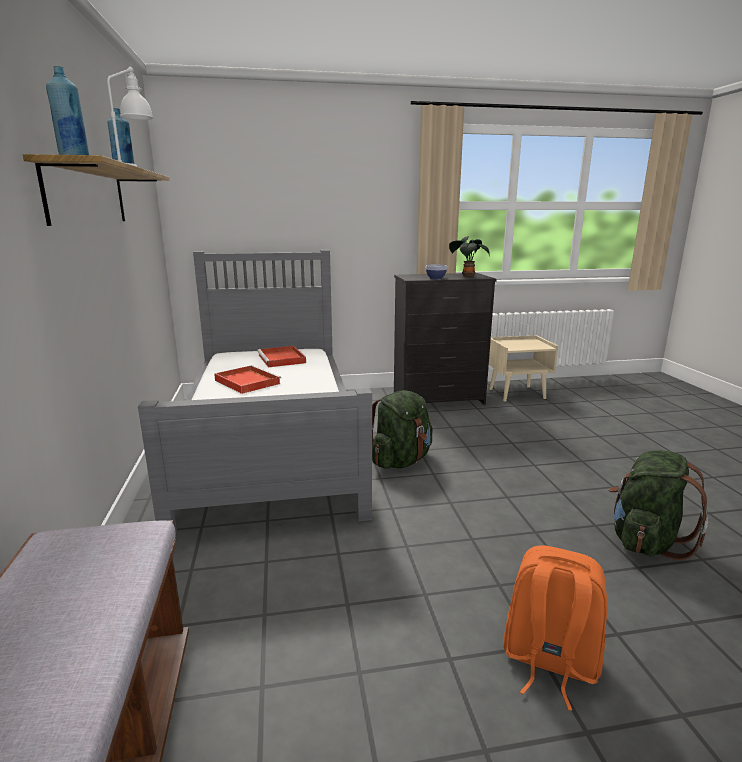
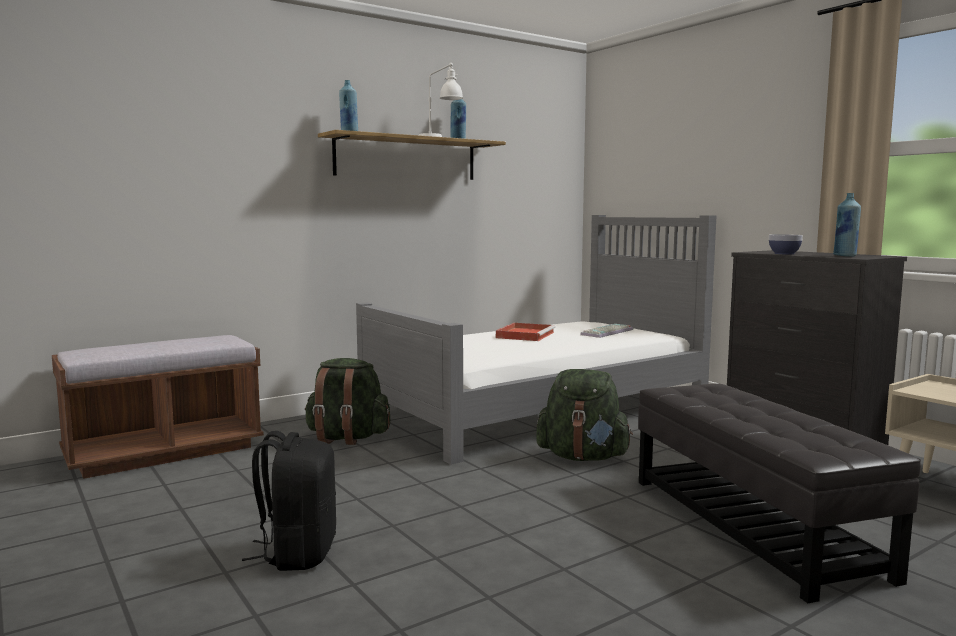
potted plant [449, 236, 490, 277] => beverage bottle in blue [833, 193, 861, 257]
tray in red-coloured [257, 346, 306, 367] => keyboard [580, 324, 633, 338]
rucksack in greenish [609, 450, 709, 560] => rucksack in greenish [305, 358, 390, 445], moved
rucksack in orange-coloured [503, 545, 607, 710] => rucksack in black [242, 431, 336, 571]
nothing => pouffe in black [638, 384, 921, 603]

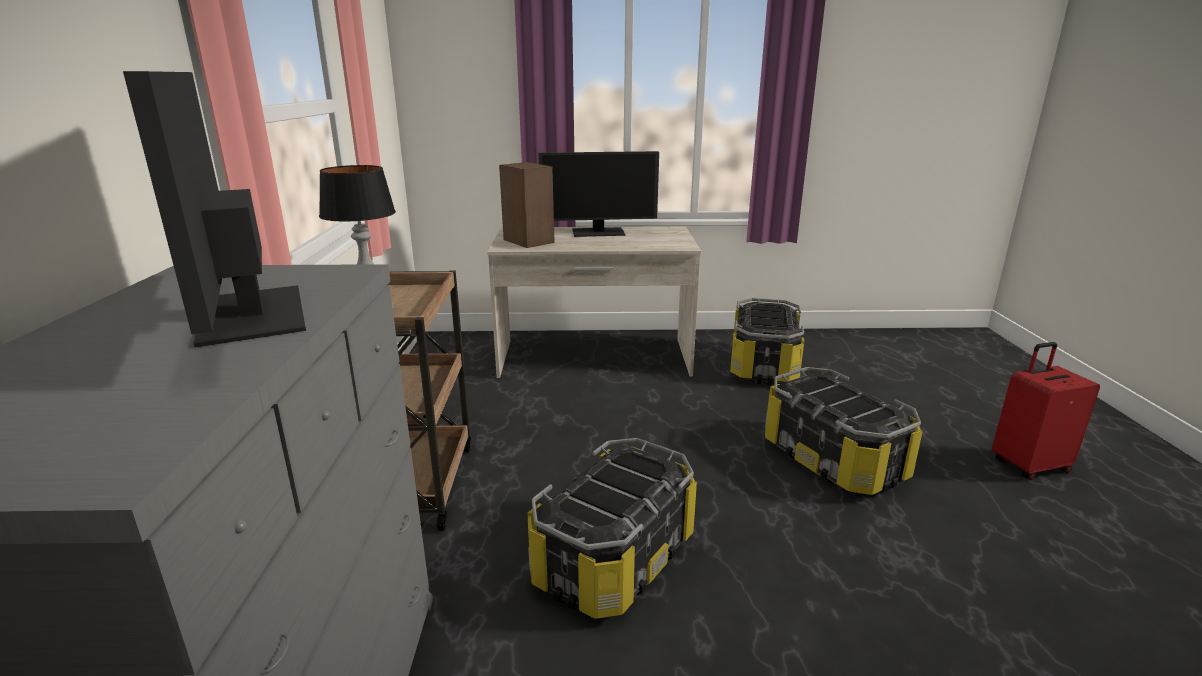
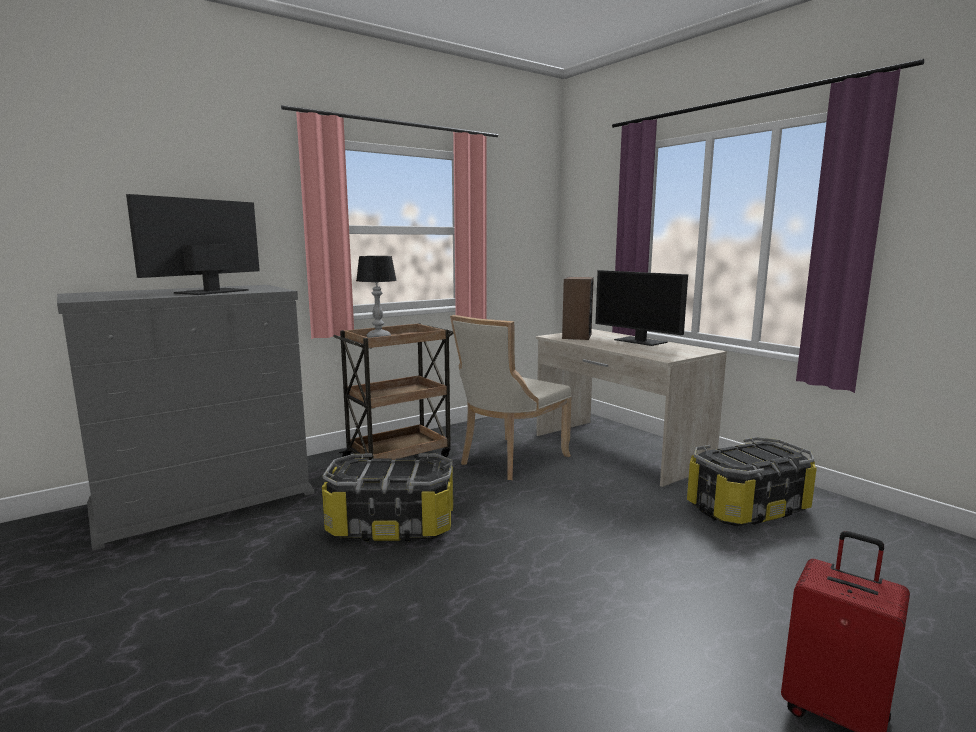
storage bin [765, 367, 923, 495] => nothing
nothing => plain chair in beige-coloured [450, 315, 572, 480]

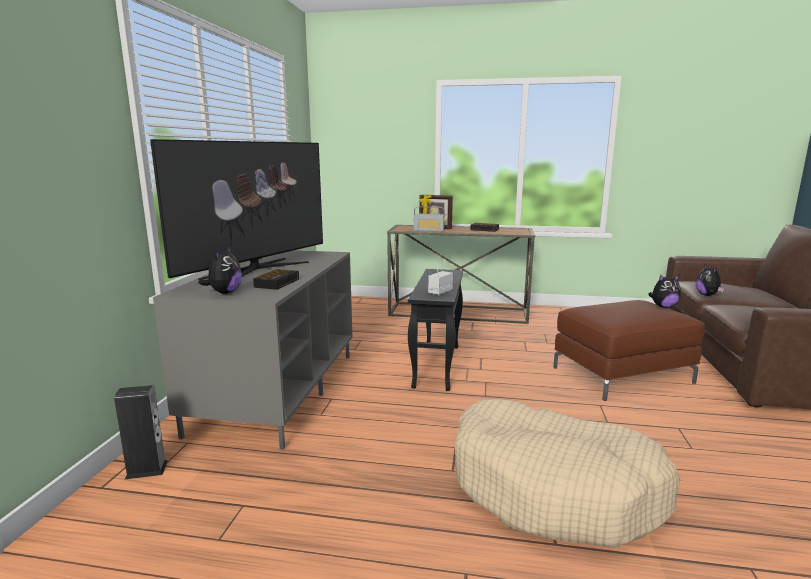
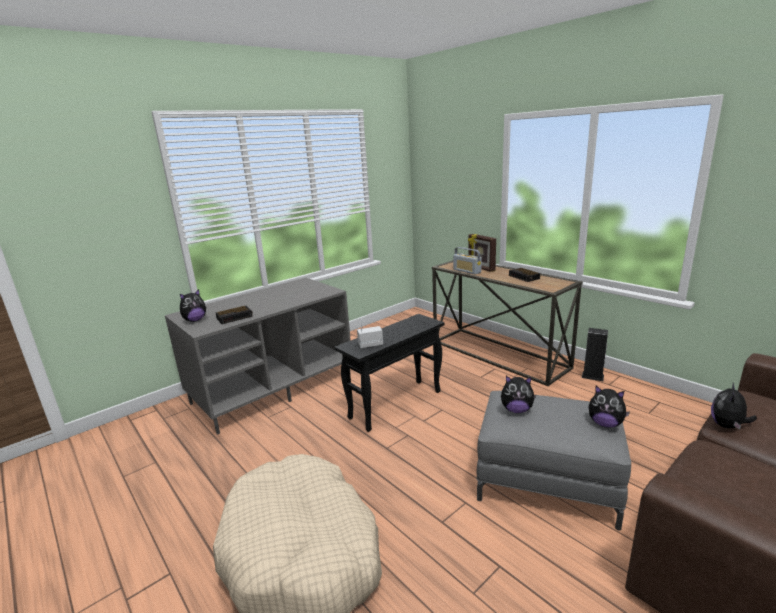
television [150, 139, 323, 280] => nothing
pouffe in brown-coloured [553, 300, 705, 401] => pouffe in gray [476, 391, 631, 531]
loudspeaker [114, 385, 168, 479] => loudspeaker [582, 328, 608, 381], moved
nothing => cuddly toy [501, 376, 536, 413]

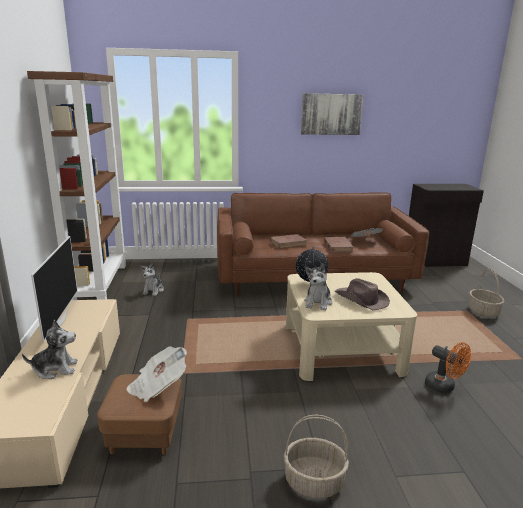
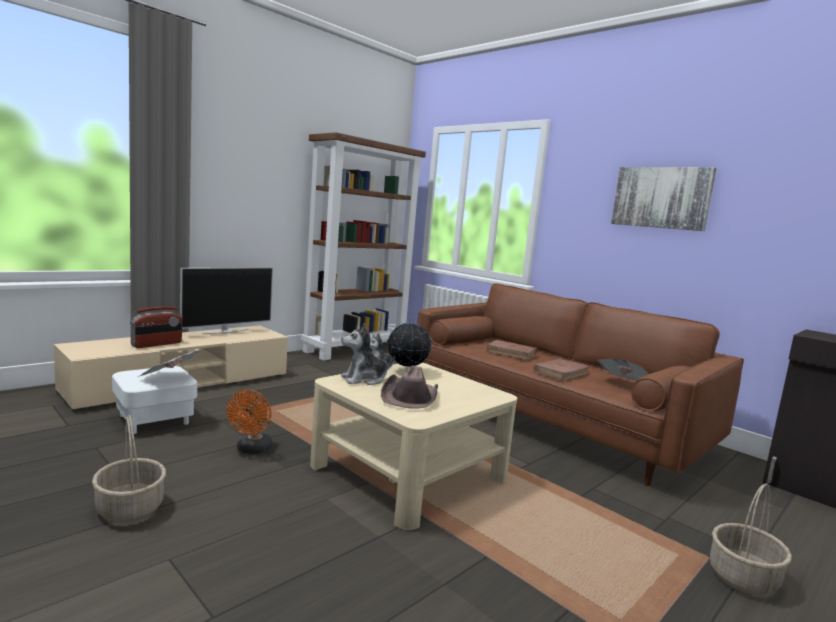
cuddly toy [22, 320, 78, 379] => radio set [130, 306, 182, 348]
cooling fan in orange-coloured [425, 342, 471, 393] => cooling fan in orange-coloured [226, 390, 273, 454], moved
pouffe in brown-coloured [97, 374, 182, 455] => pouffe in white [112, 366, 197, 434]

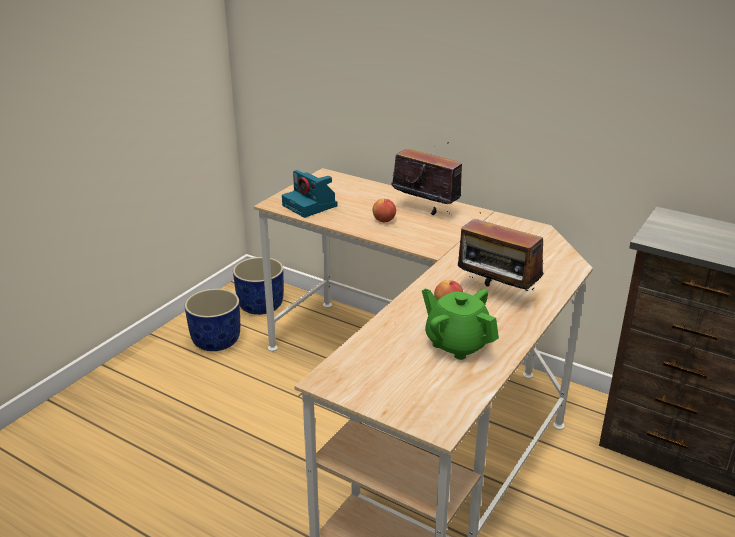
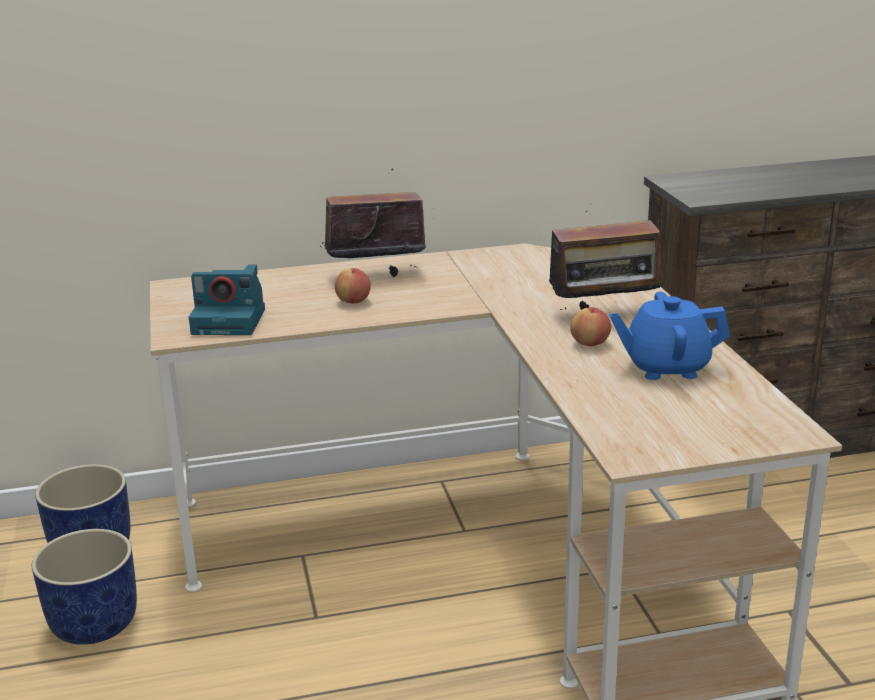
pot for tea in greenish [422, 288, 499, 360] => pot for tea in blue [609, 291, 730, 380]

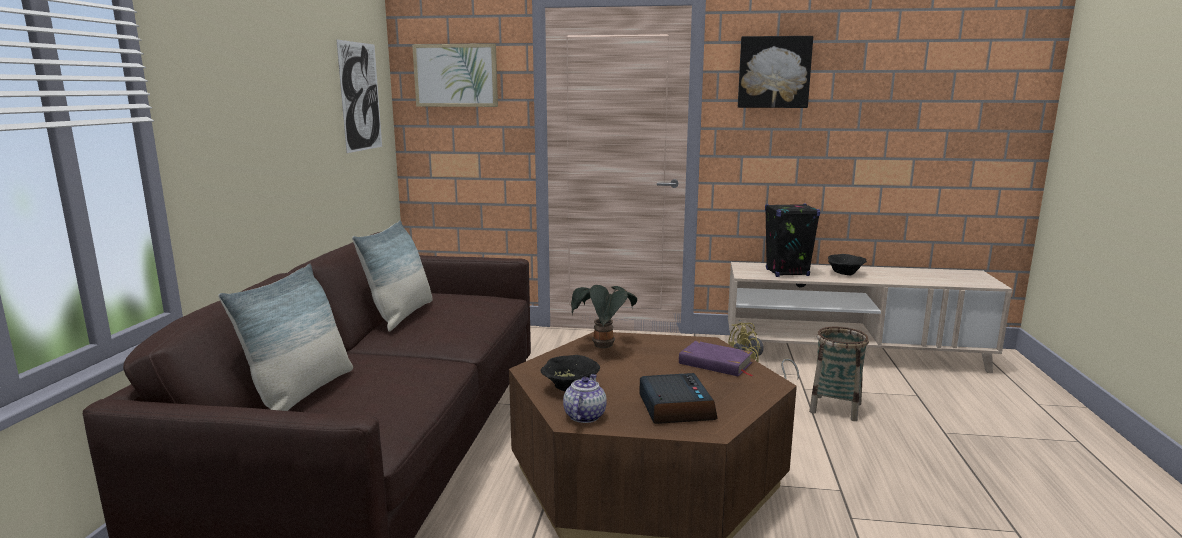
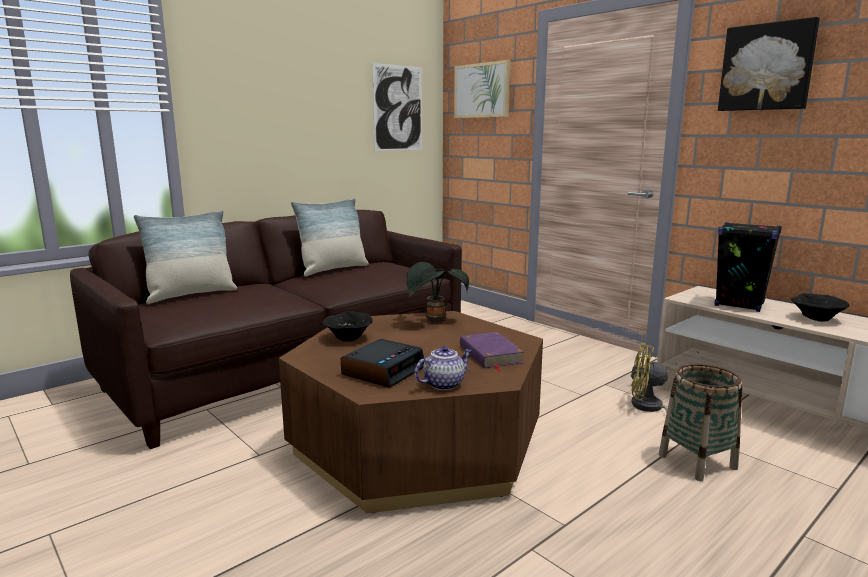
pot for tea [563, 374, 607, 423] => pot for tea [415, 346, 472, 390], moved

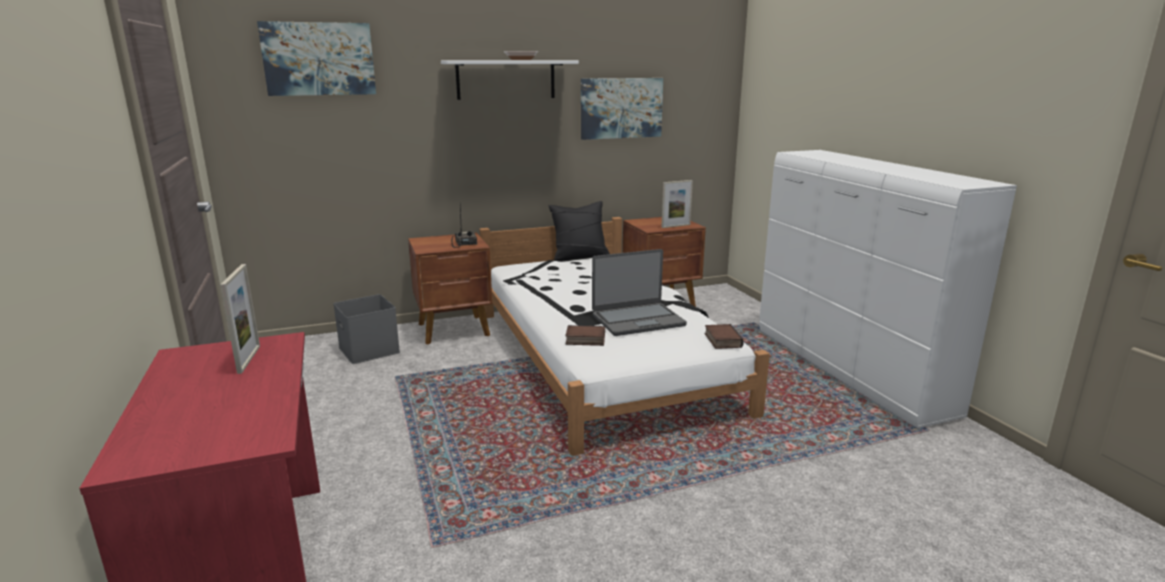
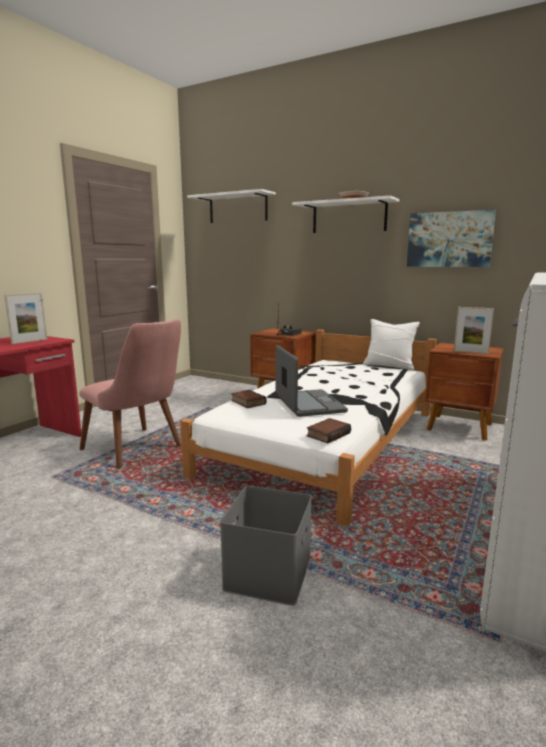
wall art [257, 21, 376, 96] => bracket shelf in white [187, 189, 276, 223]
pillow in black [549, 201, 610, 261] => pillow in white [363, 319, 420, 370]
portable computer [592, 249, 687, 336] => portable computer [275, 345, 348, 417], 135 degrees counterclockwise
storage bin in gray [333, 294, 400, 364] => storage bin in gray [220, 486, 312, 606], moved
nothing => plain chair in pink [79, 319, 181, 469]

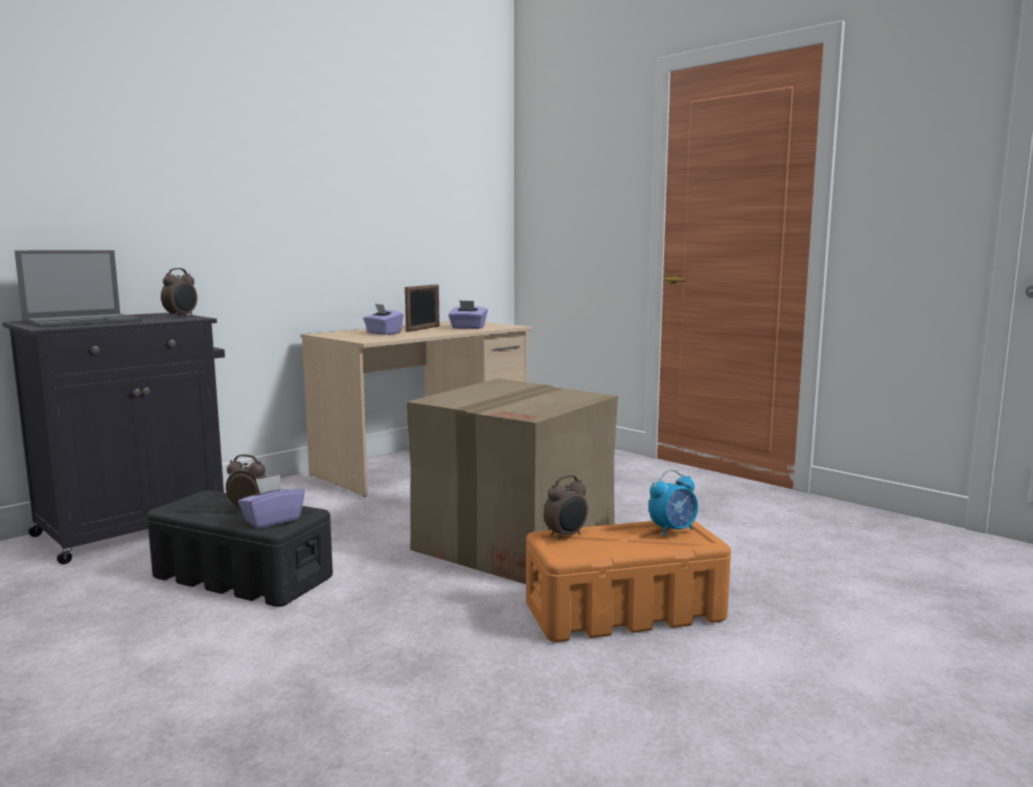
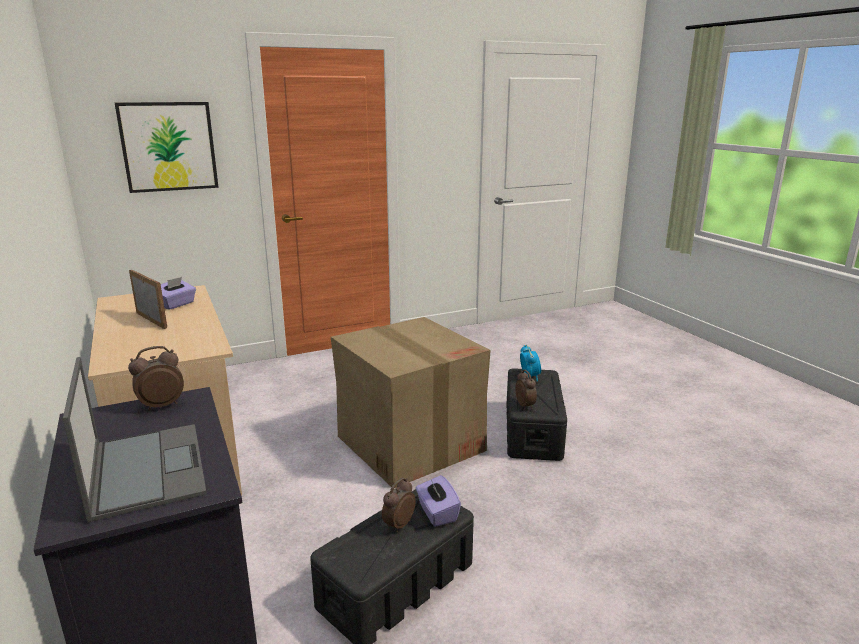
alarm clock [161, 268, 197, 318] => alarm clock [128, 346, 184, 411], 75 degrees counterclockwise
box of tissues in purple [363, 304, 403, 335] => nothing
storage bin in orange-coloured [526, 520, 731, 642] => storage bin in black [506, 368, 567, 461]
nothing => wall art [115, 102, 219, 193]

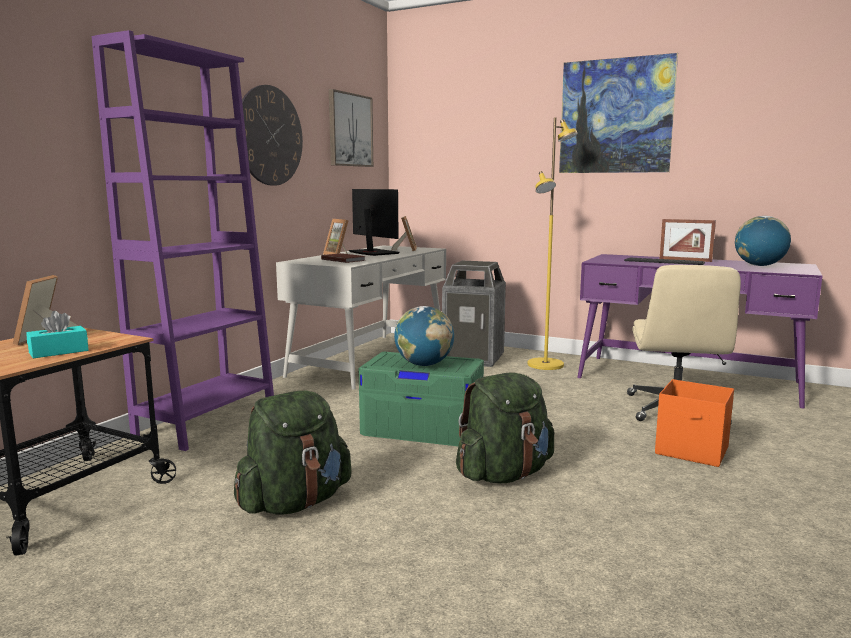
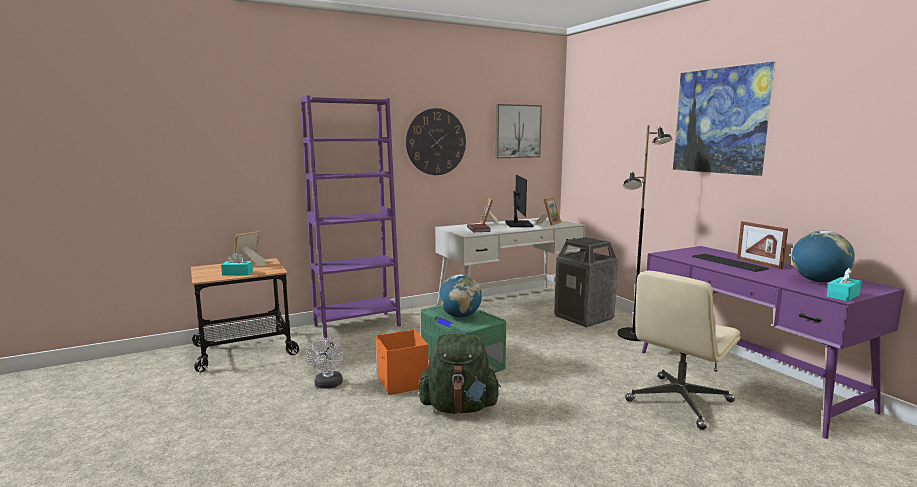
standard lamp in yellowish [527, 117, 578, 370] => standard lamp in black [617, 125, 672, 341]
storage bin in orange-coloured [655, 379, 734, 467] => storage bin in orange-coloured [376, 330, 428, 395], moved
rucksack in greenish [234, 390, 352, 515] => cooling fan in white [305, 338, 343, 389]
nothing => box of tissues in turquoise-coloured [827, 268, 862, 301]

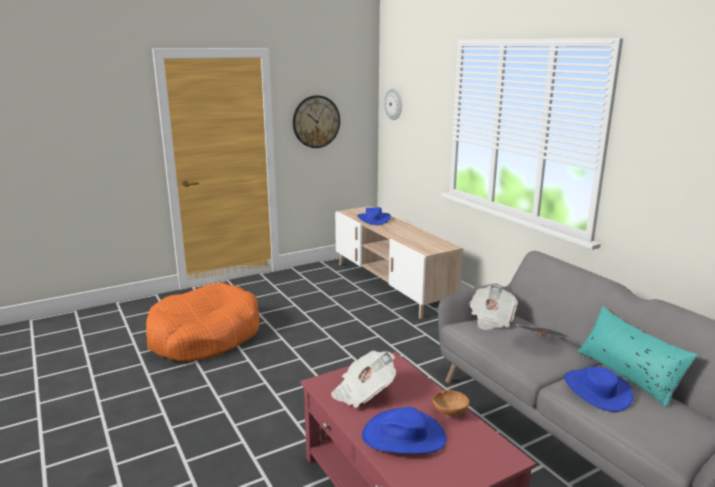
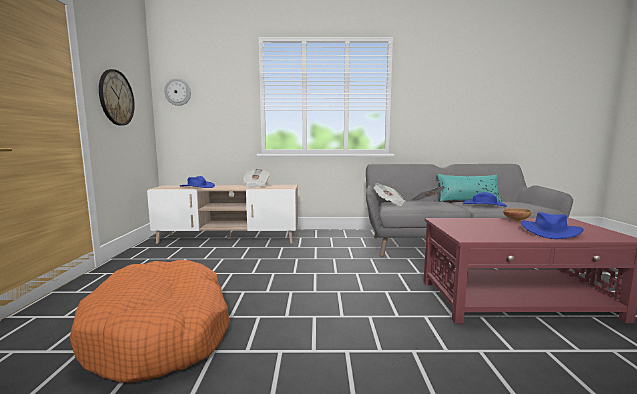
newspaper [331, 351, 396, 408] => newspaper [242, 169, 271, 188], moved

